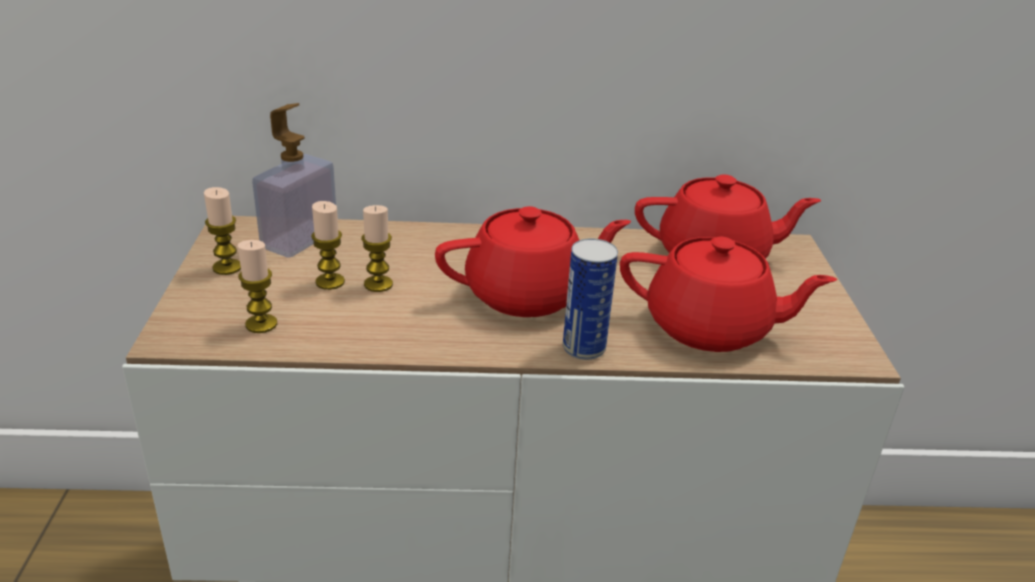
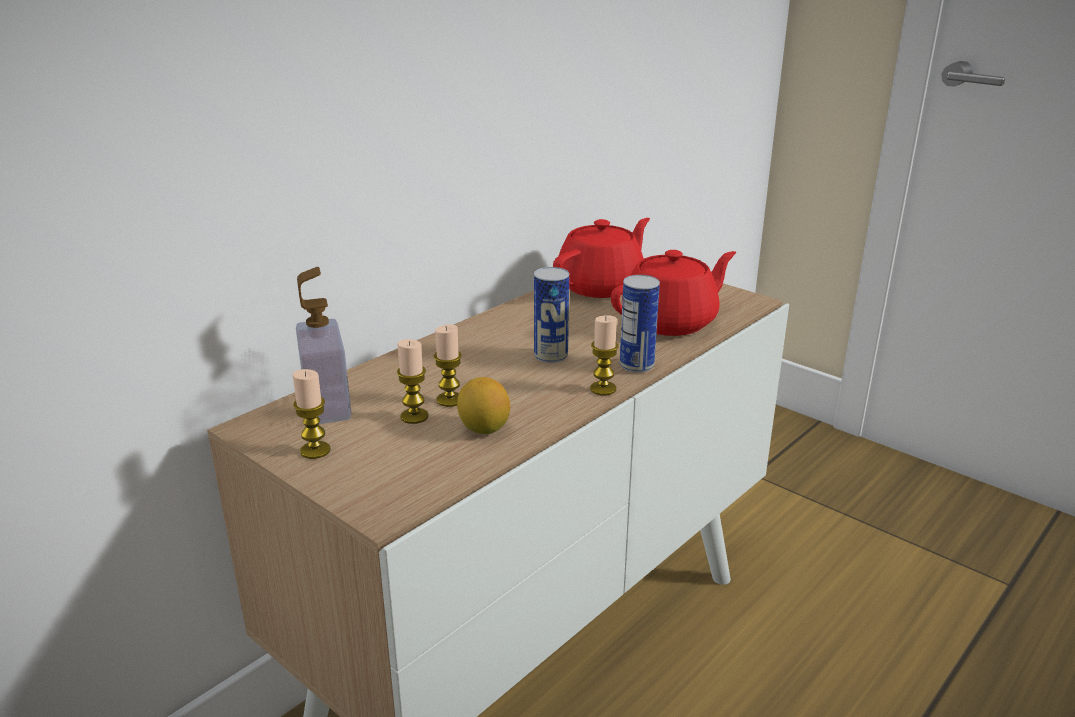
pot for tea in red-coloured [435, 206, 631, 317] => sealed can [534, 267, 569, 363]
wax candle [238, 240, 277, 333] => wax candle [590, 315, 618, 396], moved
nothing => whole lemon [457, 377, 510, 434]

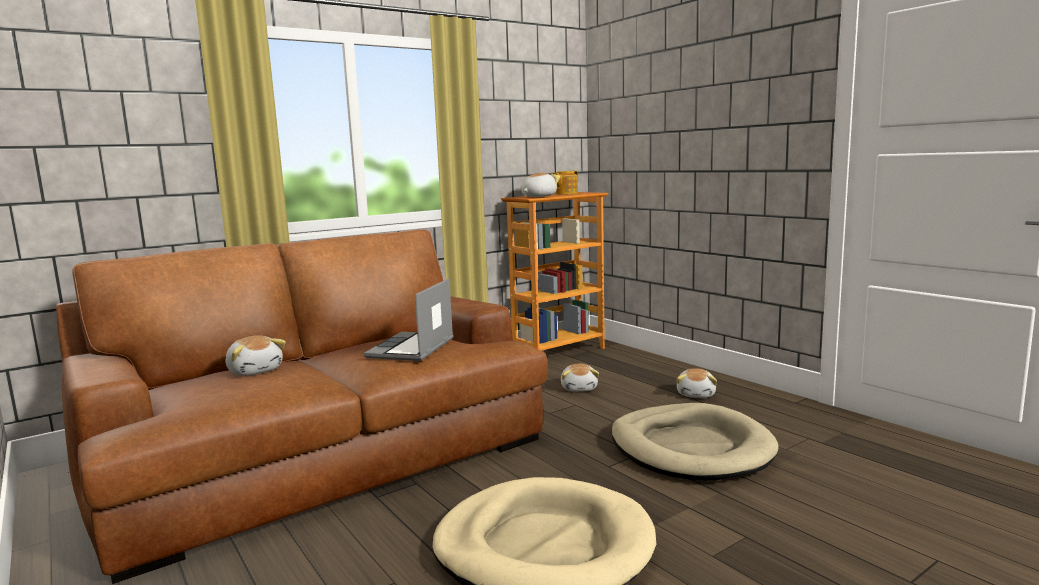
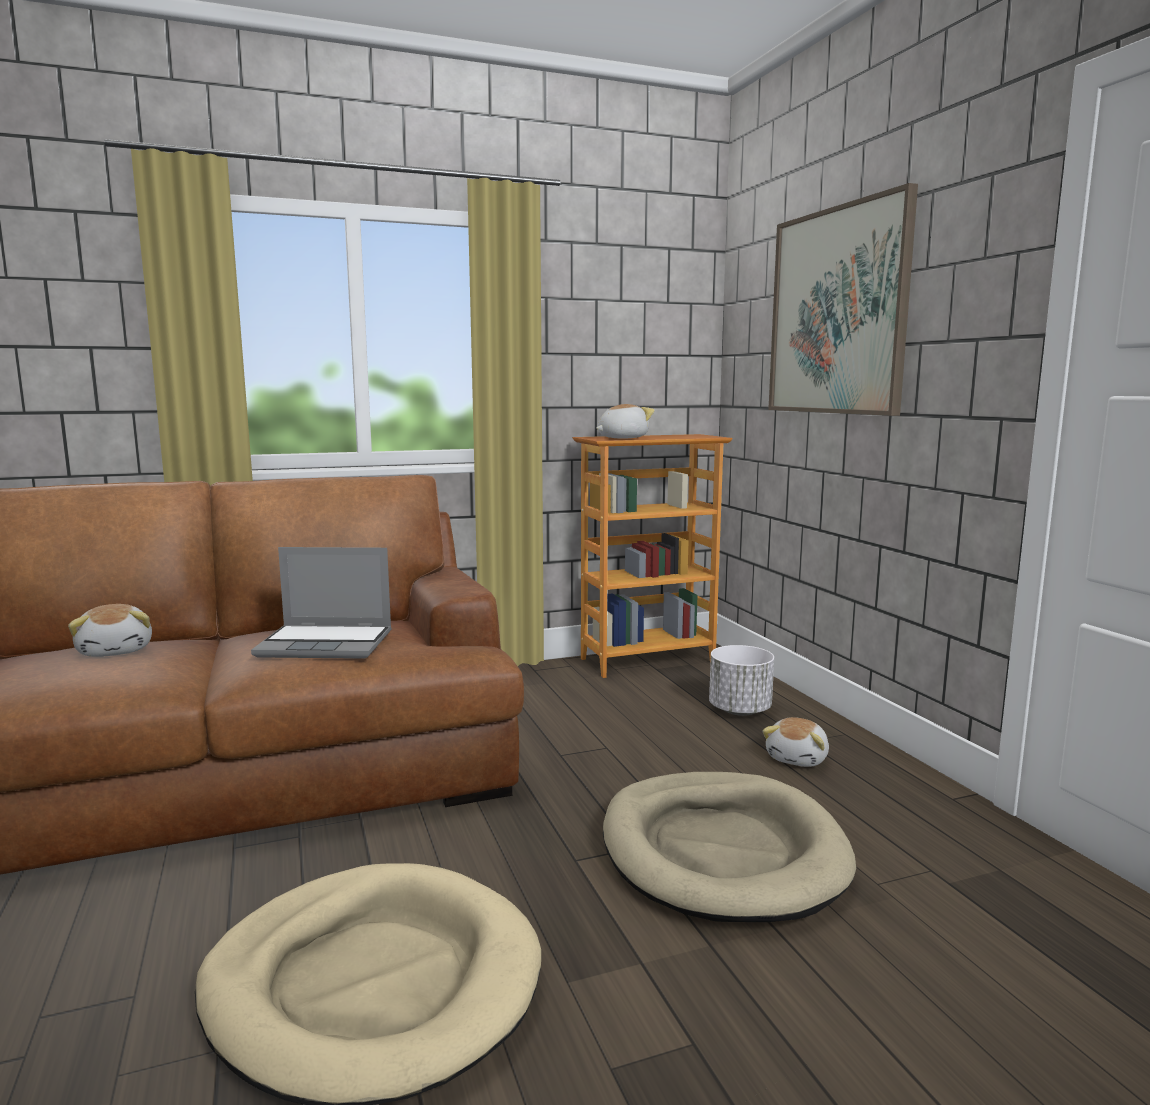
pot for tea [552, 171, 578, 195] => nothing
portable computer [364, 279, 453, 361] => portable computer [251, 547, 392, 659], 120 degrees counterclockwise
cuddly toy [561, 364, 599, 392] => nothing
nothing => wall art [768, 183, 918, 416]
nothing => flower pot in white [709, 645, 774, 716]

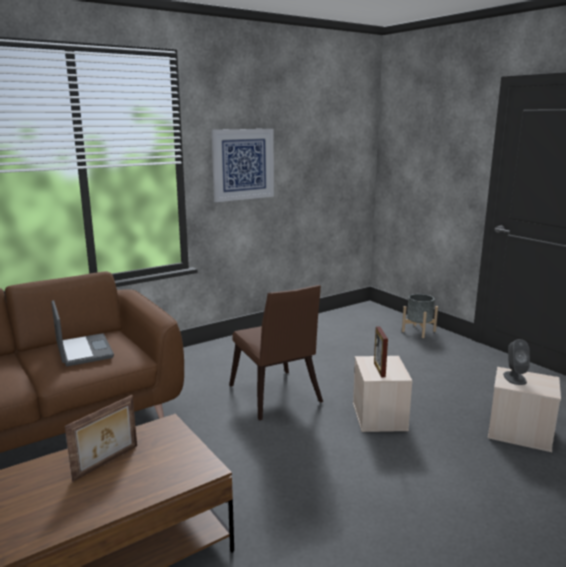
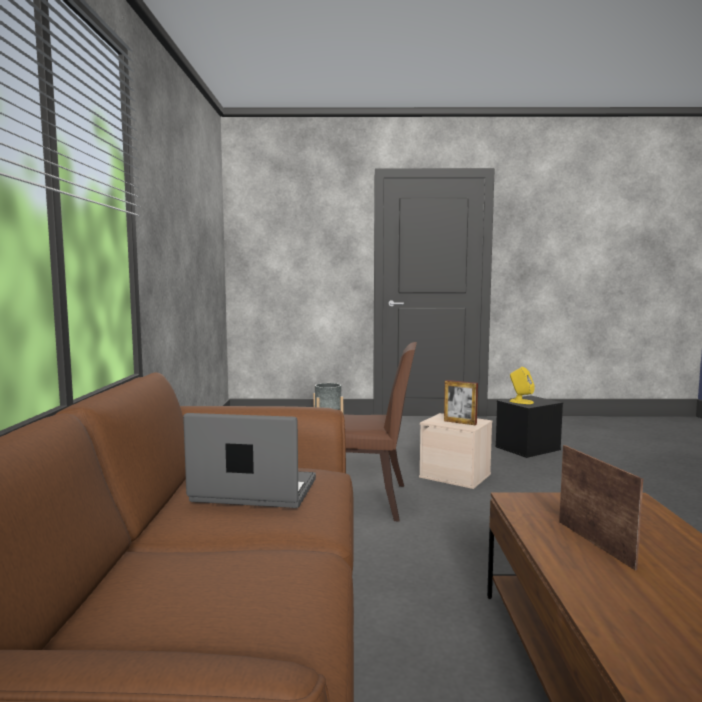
wall art [211, 129, 274, 202] => nothing
loudspeaker in gray [503, 339, 530, 385] => loudspeaker in yellowish [510, 367, 535, 404]
storage bin in beige-coloured [488, 367, 561, 452] => storage bin in black [495, 395, 563, 458]

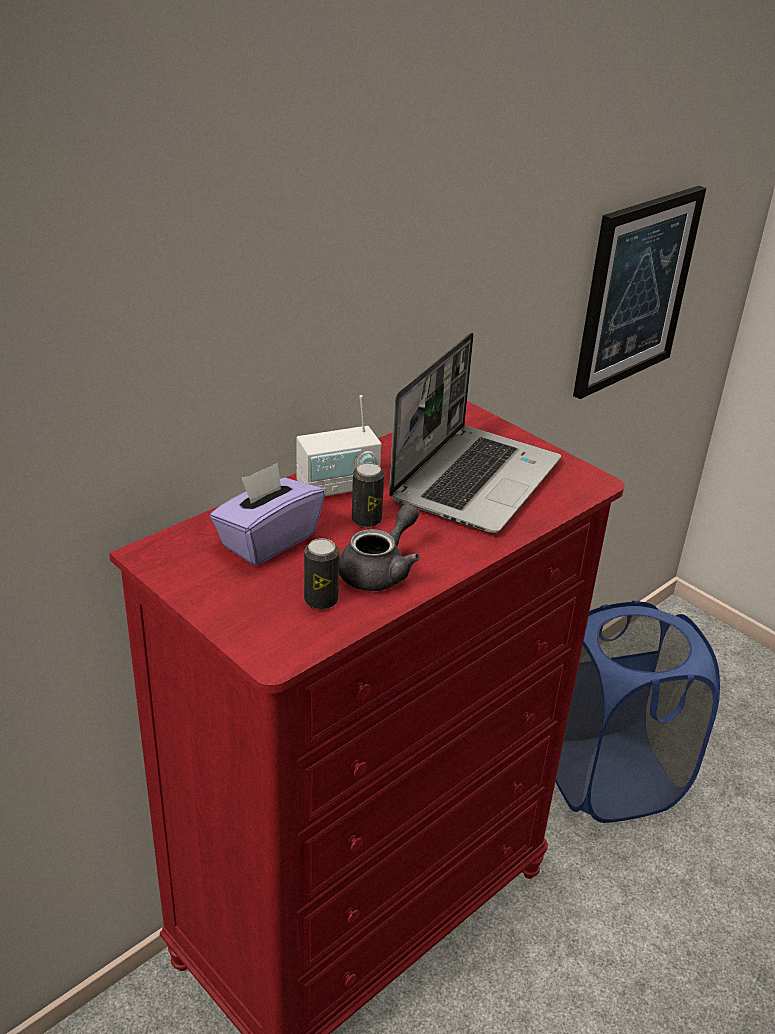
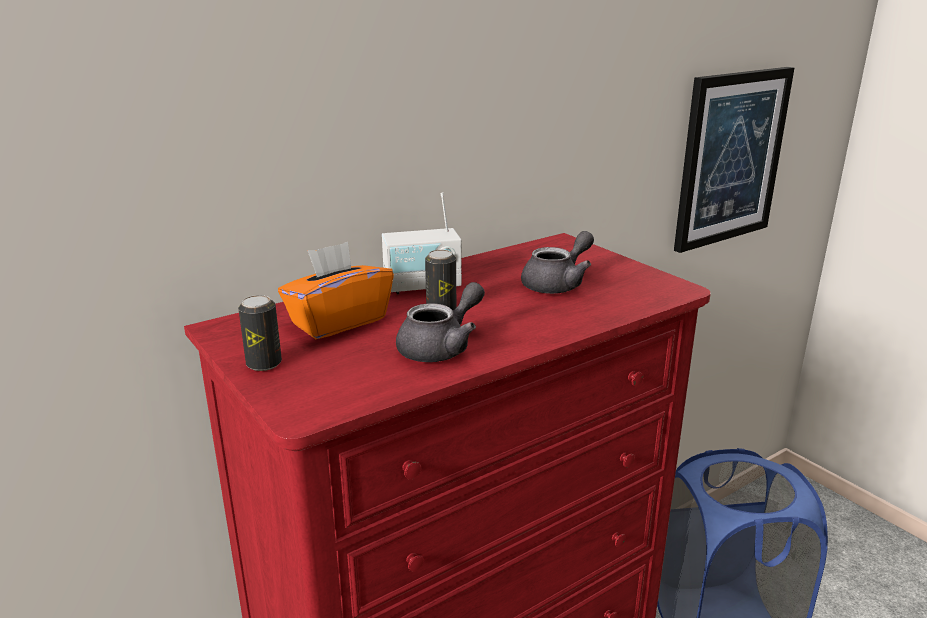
portable computer [389, 332, 561, 533] => pot for tea in gray [521, 231, 594, 294]
box of tissues in purple [210, 463, 325, 566] => box of tissues in orange-coloured [278, 242, 394, 339]
sealed can [304, 538, 339, 610] => sealed can [238, 295, 282, 371], moved

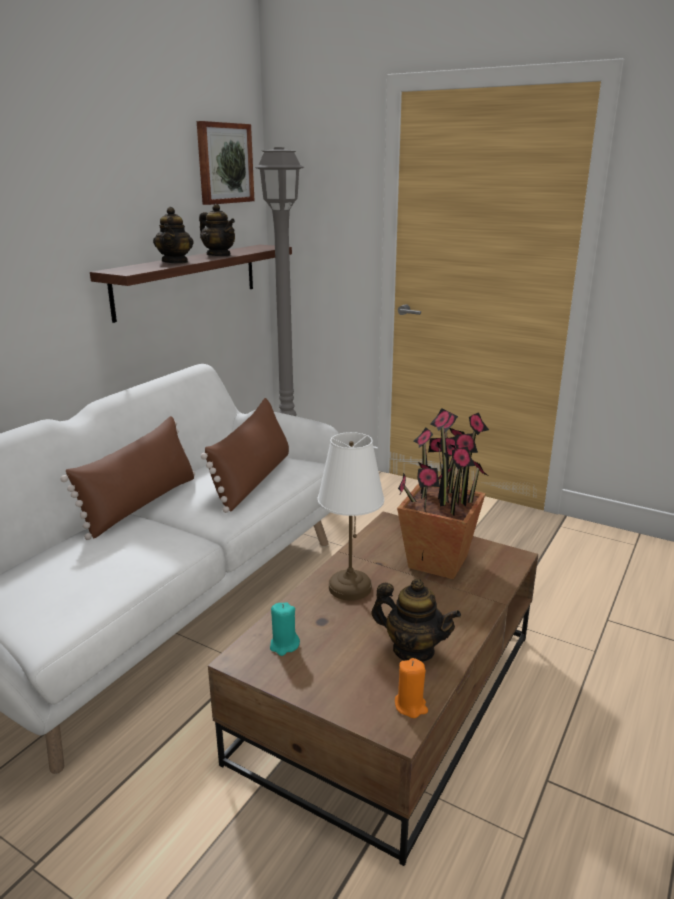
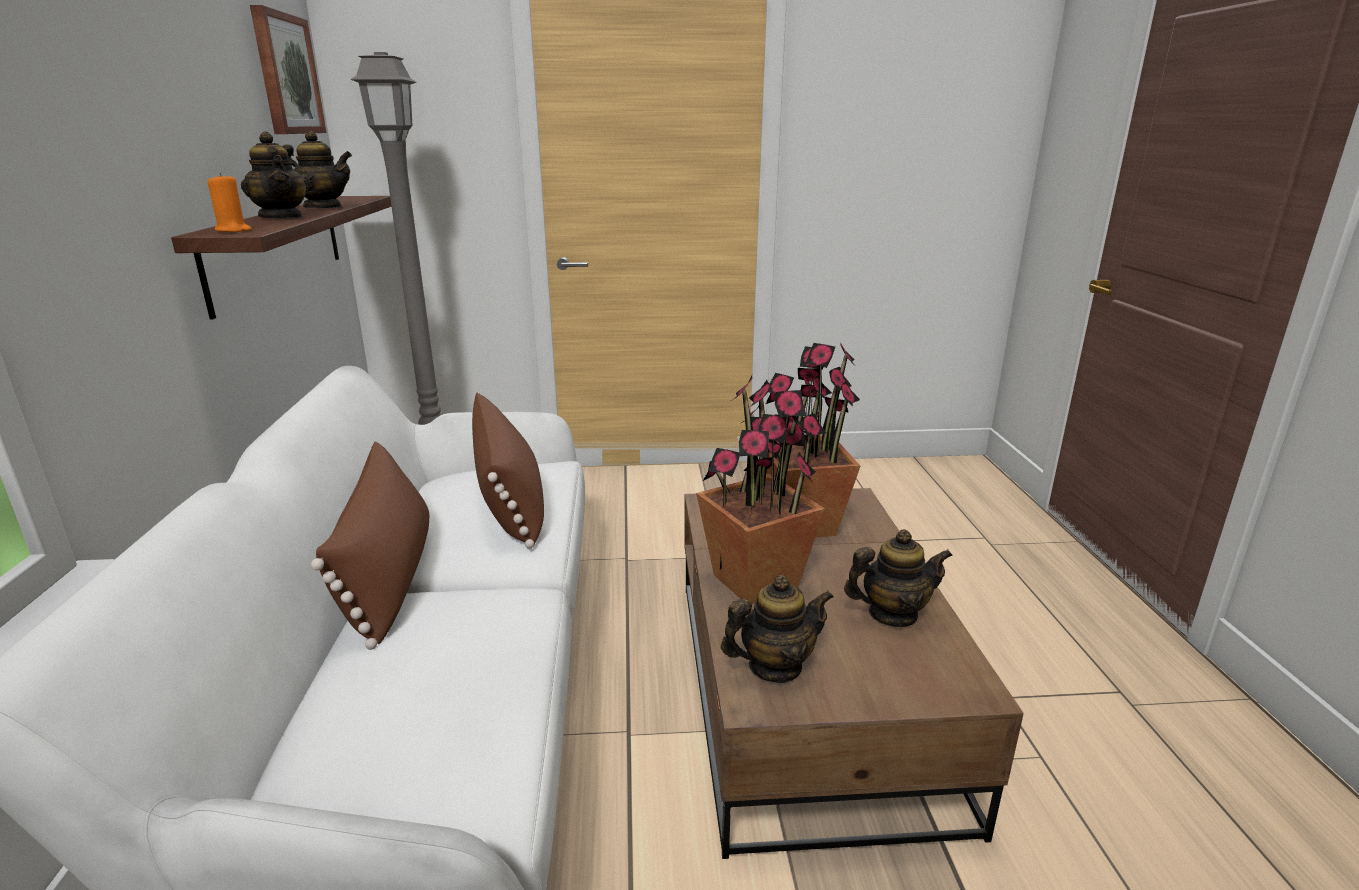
lamp for a table in white [318, 432, 384, 601] => potted plant [696, 376, 825, 604]
wax candle in turquoise-coloured [270, 602, 300, 656] => pot for tea [721, 575, 834, 683]
wax candle in orange-coloured [395, 658, 428, 718] => wax candle in orange-coloured [207, 173, 252, 232], moved

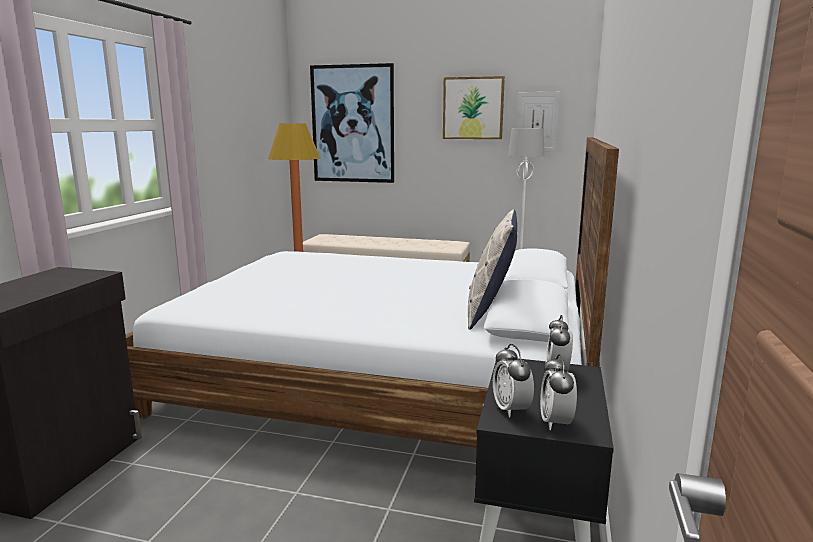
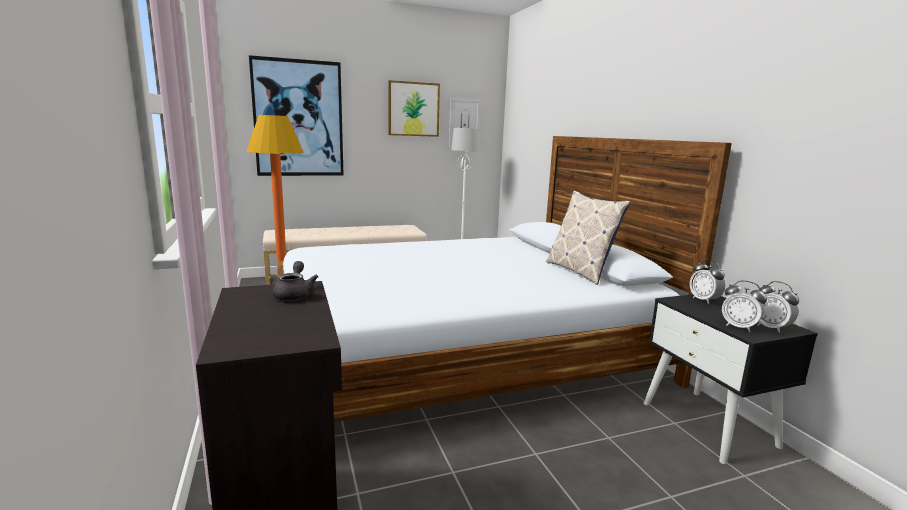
nothing => pot for tea in gray [273, 261, 318, 301]

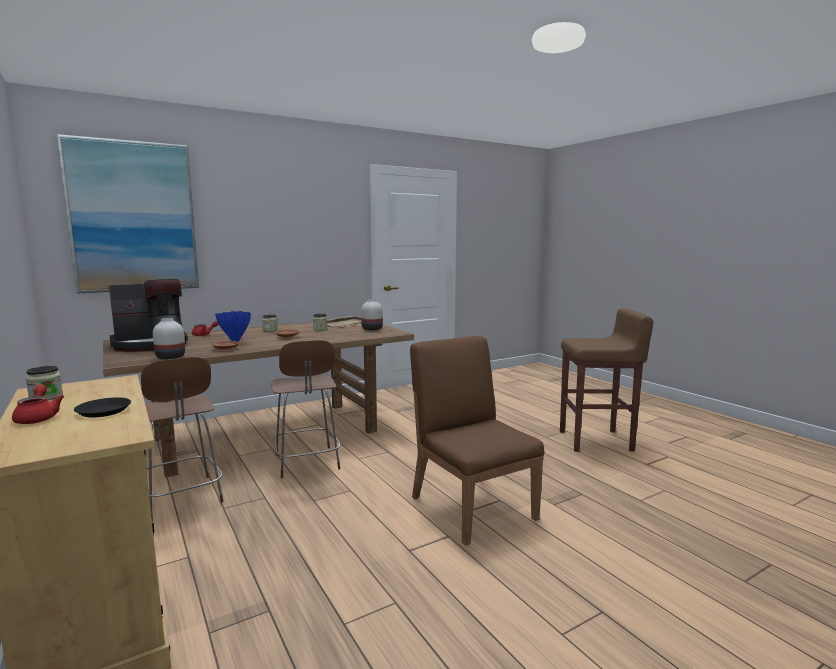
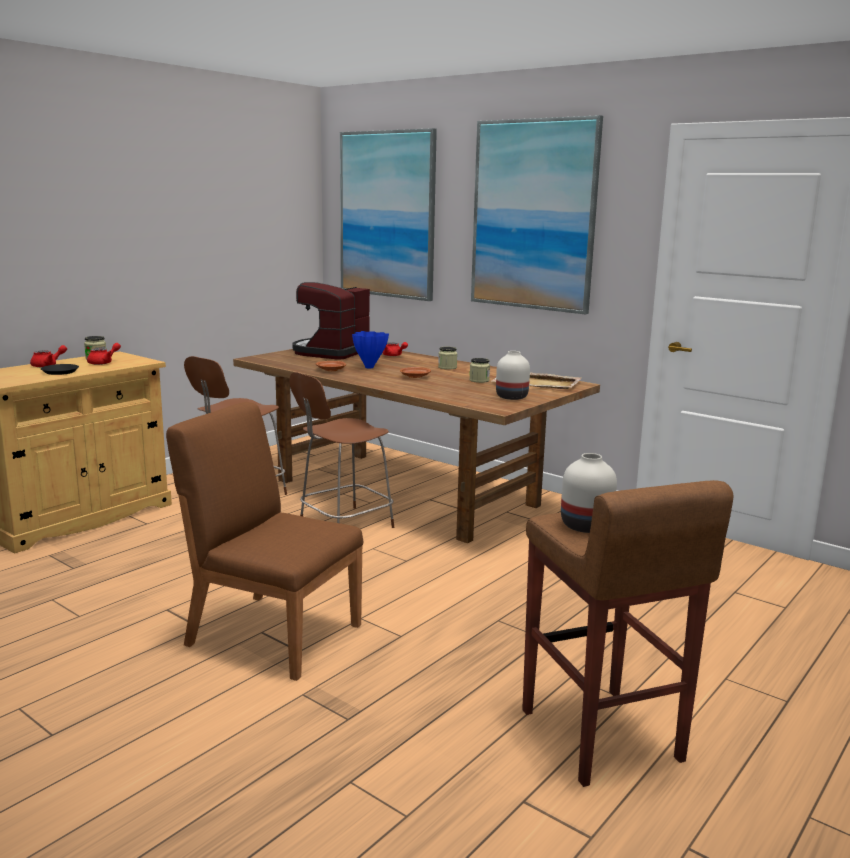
coffee maker [109, 279, 188, 352] => coffee maker [292, 282, 370, 360], 75 degrees clockwise
decorative vase in white [153, 318, 185, 359] => decorative vase in white [561, 453, 617, 533], moved
plain chair in brown-coloured [410, 336, 544, 546] => plain chair in brown-coloured [166, 402, 363, 681], 105 degrees counterclockwise
nothing => wall art [471, 115, 603, 314]
nothing => pot for tea in red-coloured [87, 343, 121, 365]

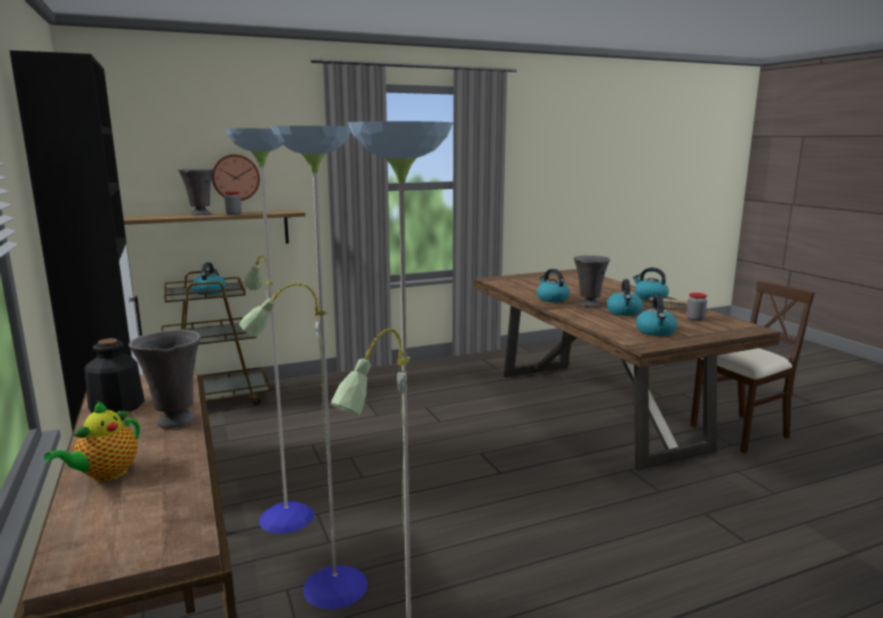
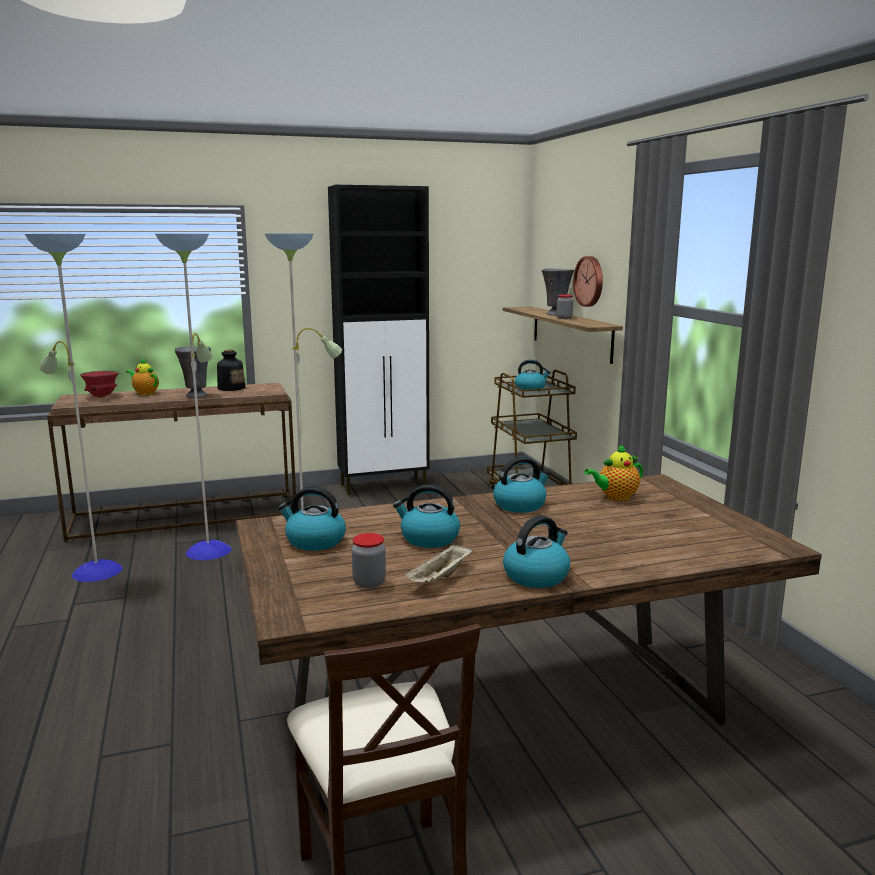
decorative vase in gray [574, 255, 610, 307] => nothing
nothing => deep dish in red-coloured [80, 371, 119, 398]
nothing => pot for tea [584, 444, 643, 501]

